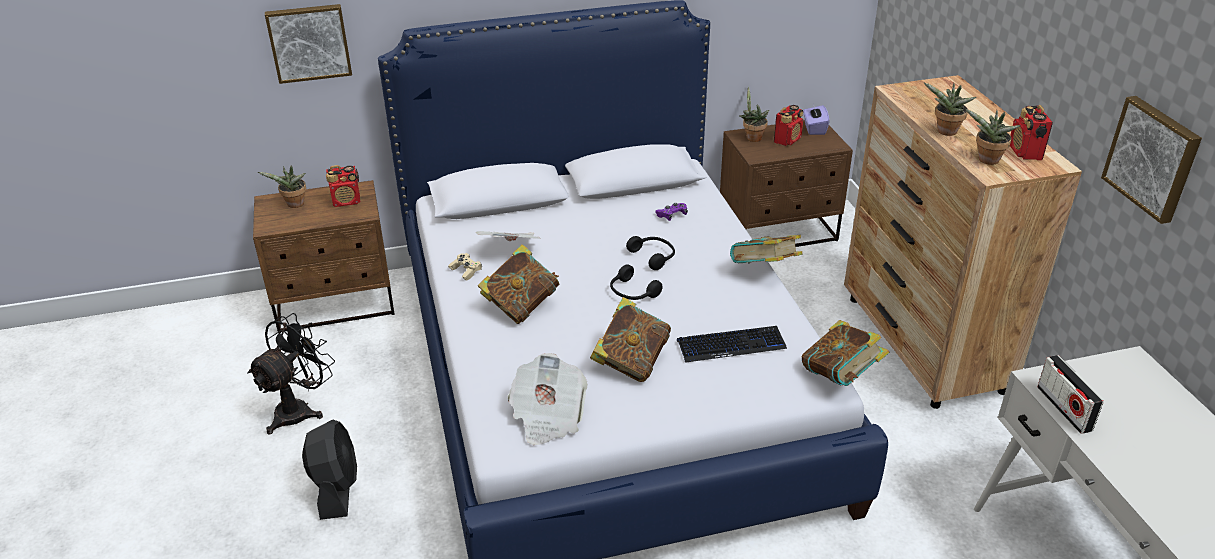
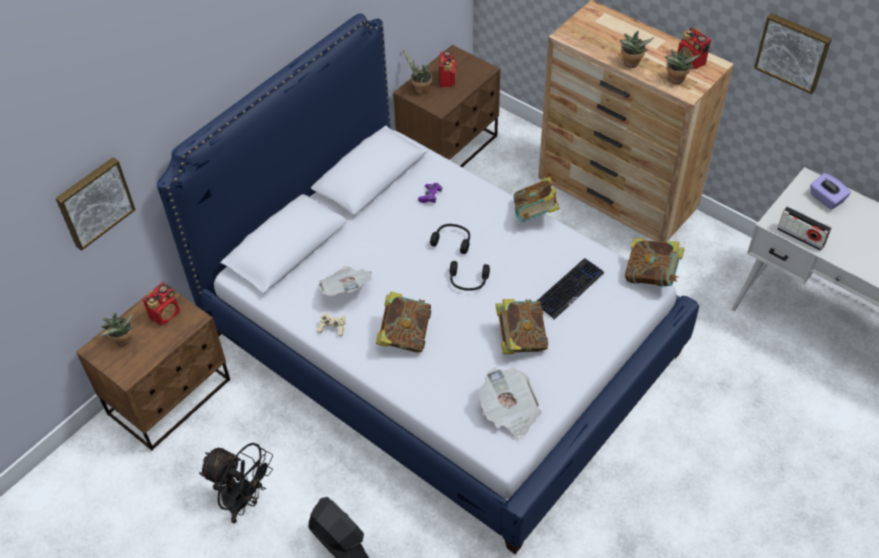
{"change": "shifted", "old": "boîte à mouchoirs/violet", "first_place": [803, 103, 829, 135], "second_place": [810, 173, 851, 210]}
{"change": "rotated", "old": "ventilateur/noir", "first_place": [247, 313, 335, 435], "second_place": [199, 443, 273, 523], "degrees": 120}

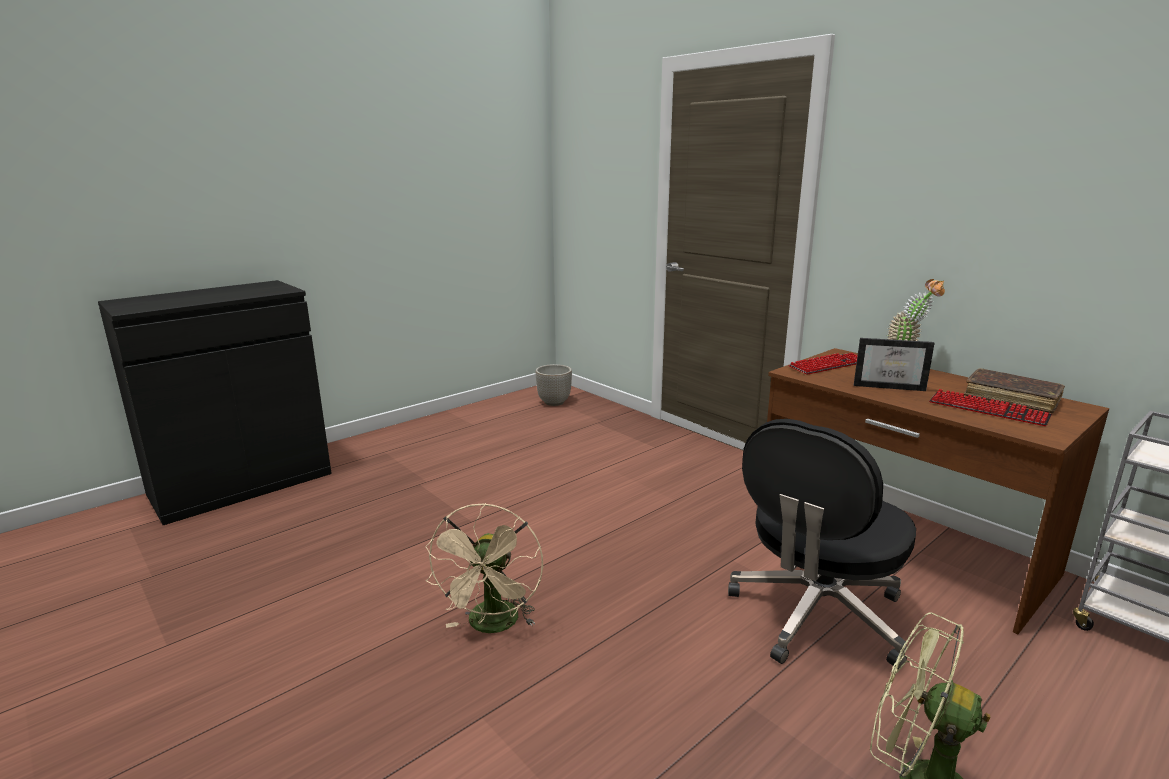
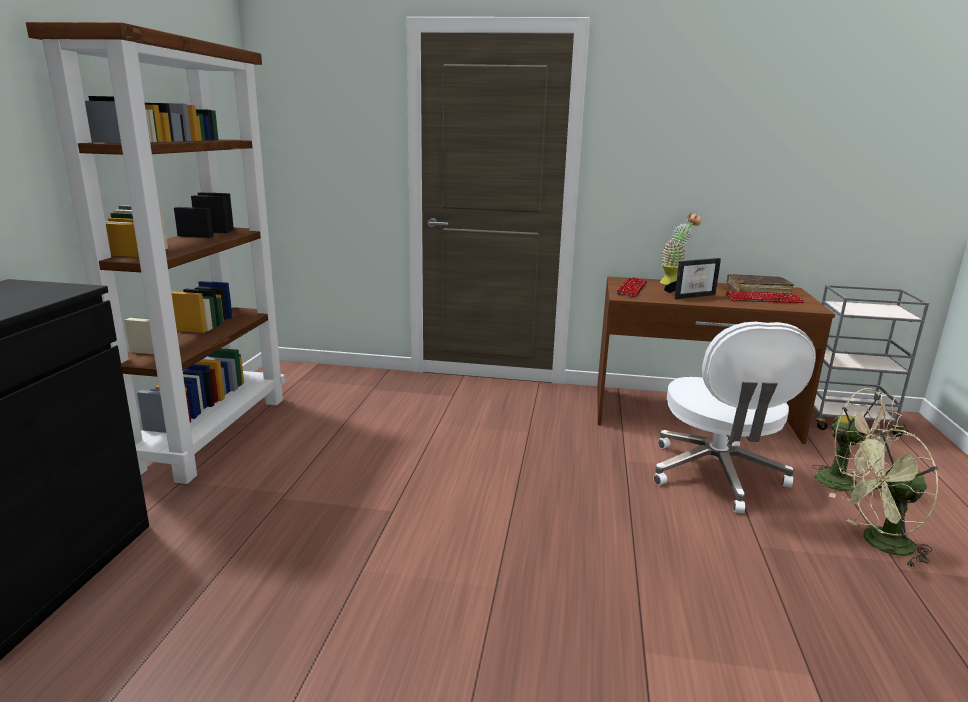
{"change": "gone", "old": "cache-pot", "first_place": [535, 364, 572, 406]}
{"change": "repainted", "old": "chaise de bureau/noir", "new": "chaise de bureau/blanc", "first_place": [728, 419, 916, 669], "second_place": [653, 322, 816, 513]}
{"change": "shifted", "old": "ventilateur/beige", "first_place": [425, 503, 543, 633], "second_place": [812, 388, 902, 498]}
{"change": "new", "new": "bibliothèque/marron", "second_place": [26, 22, 285, 484]}

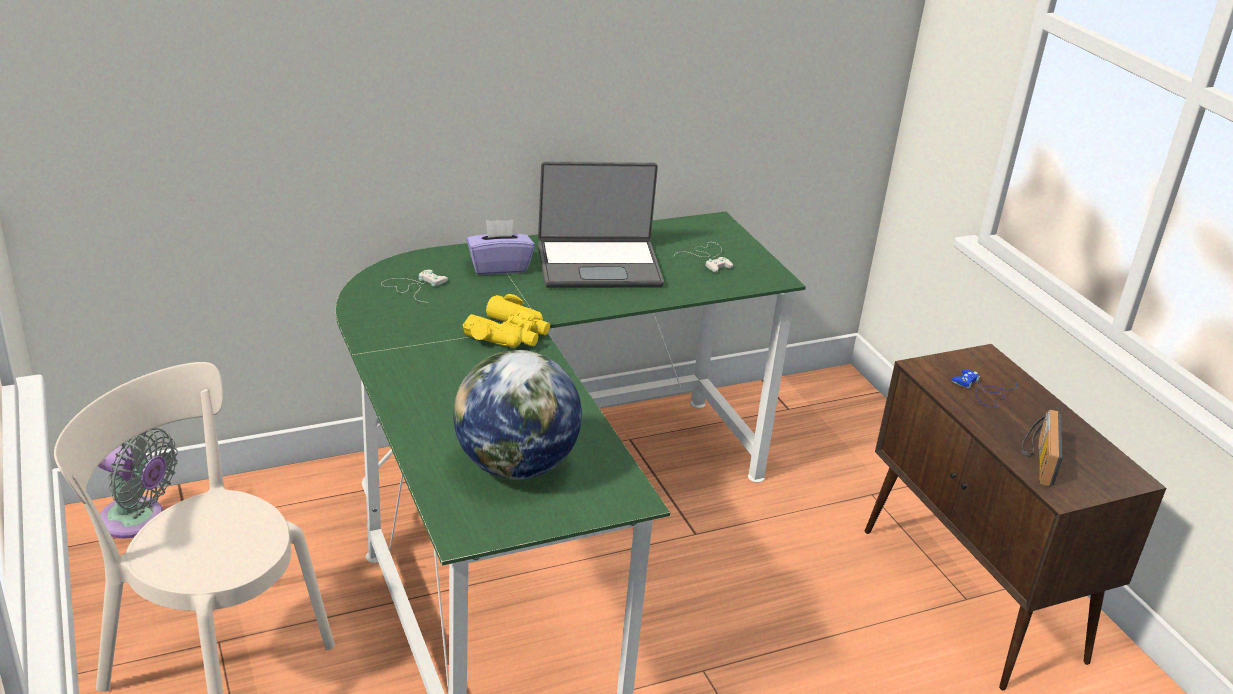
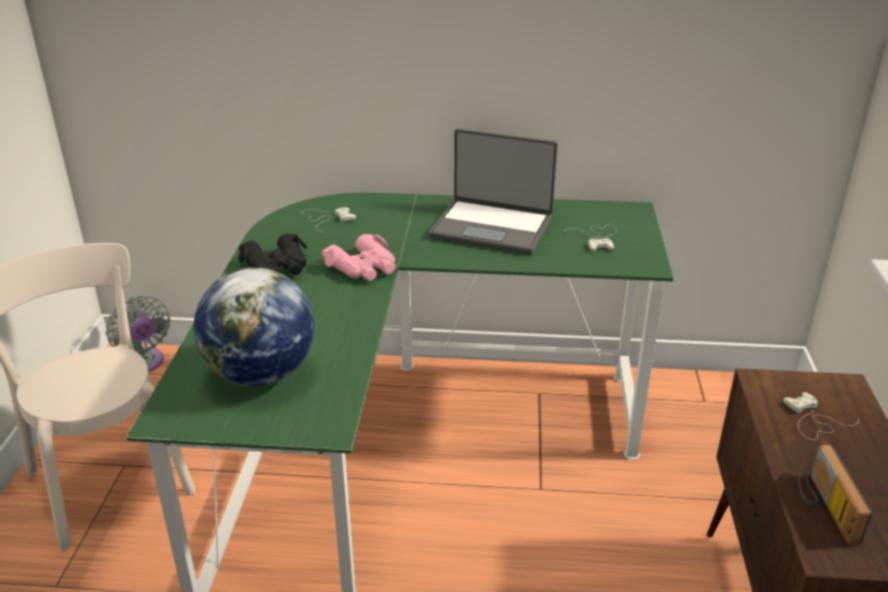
{"change": "gone", "old": "boîte à mouchoirs/violet", "first_place": [466, 220, 535, 275]}
{"change": "repainted", "old": "jumelles/jaune", "new": "jumelles/rose", "first_place": [463, 294, 550, 348], "second_place": [322, 234, 395, 281]}
{"change": "repainted", "old": "manette/bleu", "new": "manette/blanc", "first_place": [952, 369, 1017, 408], "second_place": [783, 392, 859, 440]}
{"change": "rotated", "old": "radio", "first_place": [1021, 410, 1062, 487], "second_place": [799, 445, 873, 545], "degrees": -45}
{"change": "new", "new": "jumelles/noir", "second_place": [238, 233, 307, 275]}

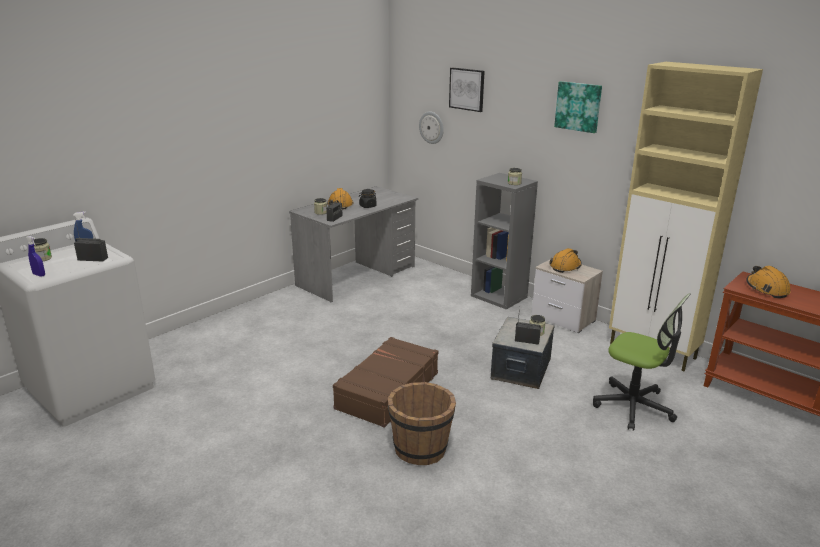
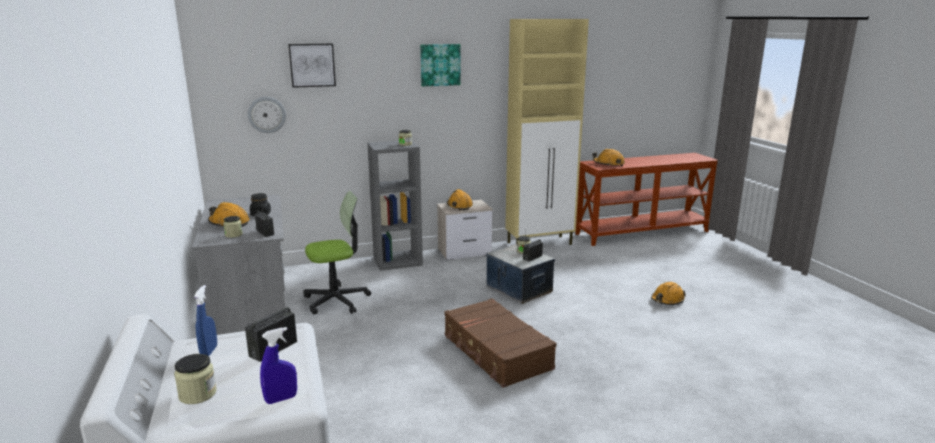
{"change": "shifted", "old": "chaise de bureau", "first_place": [593, 293, 691, 431], "second_place": [303, 191, 371, 315]}
{"change": "gone", "old": "seau/marron", "first_place": [388, 382, 456, 465]}
{"change": "new", "new": "casque de chantier/orange", "second_place": [651, 282, 686, 305]}

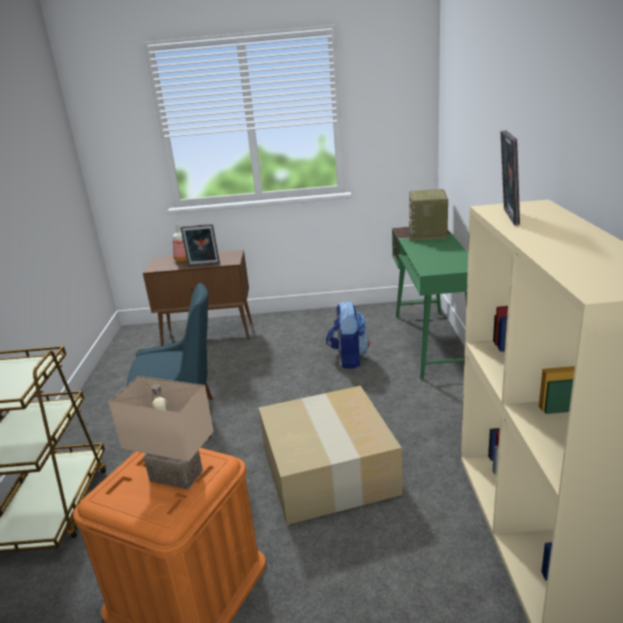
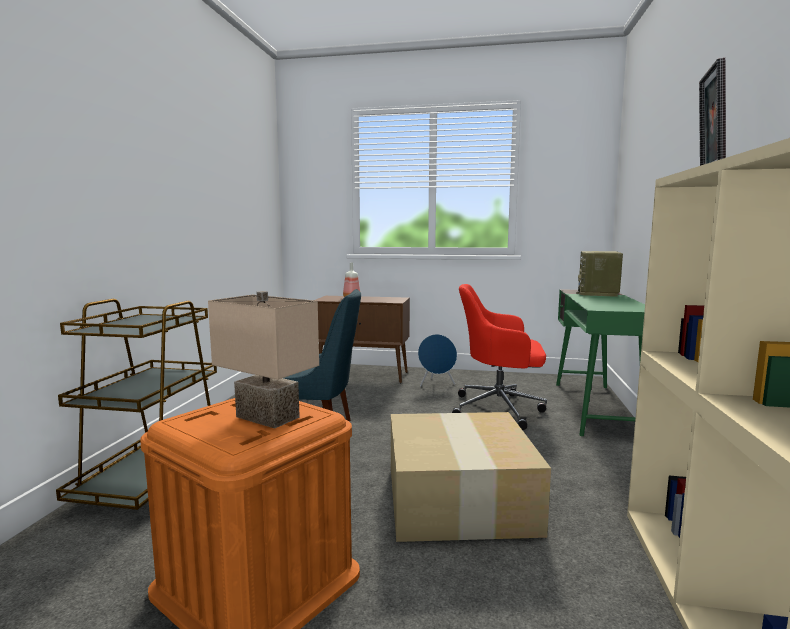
{"change": "gone", "old": "cadre photo", "first_place": [180, 224, 220, 266]}
{"change": "swapped", "old": "sac à dos", "new": "chaise de bureau/rouge", "first_place": [326, 301, 370, 369], "second_place": [452, 284, 547, 430]}
{"change": "new", "new": "enceinte/bleu", "second_place": [418, 334, 457, 387]}

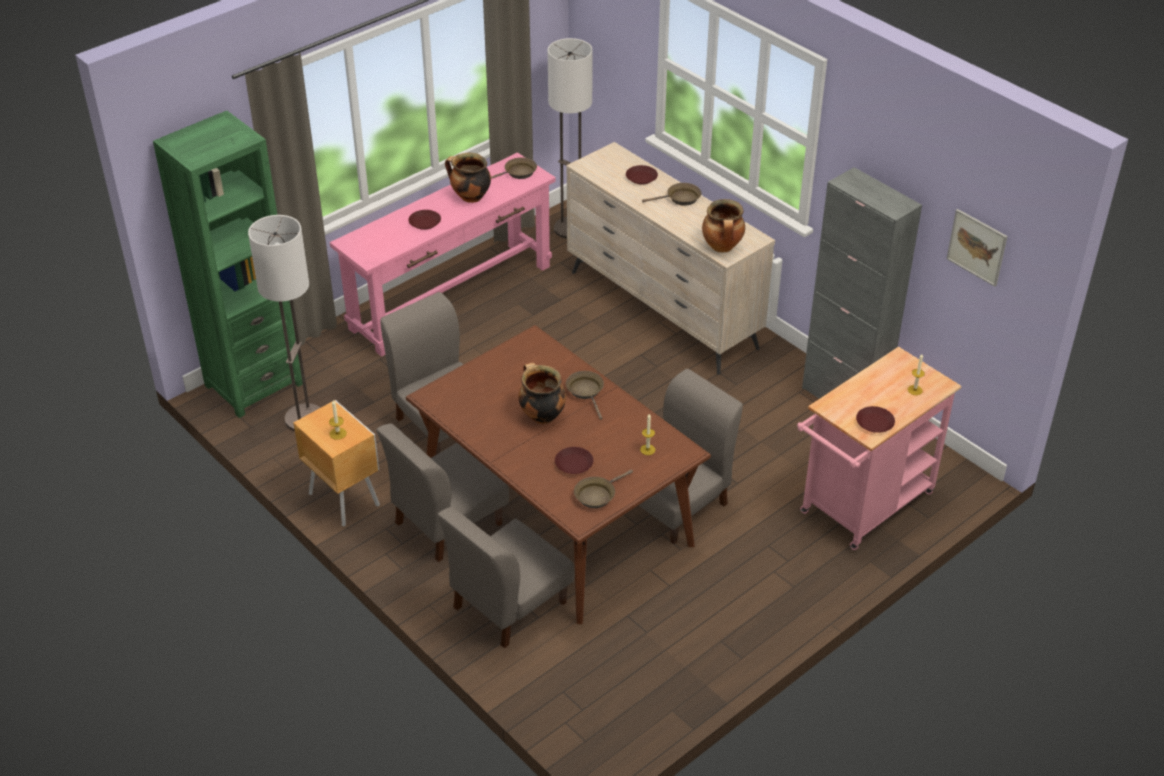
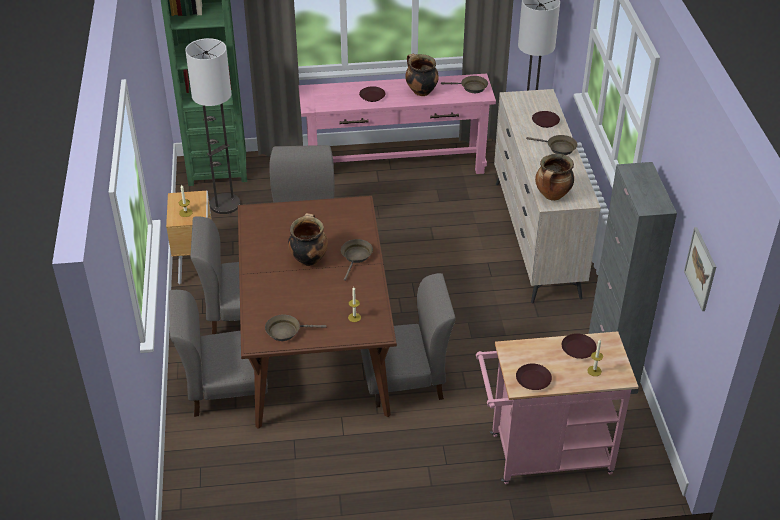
{"change": "shifted", "old": "assiette/marron", "first_place": [555, 447, 594, 474], "second_place": [562, 333, 597, 359]}

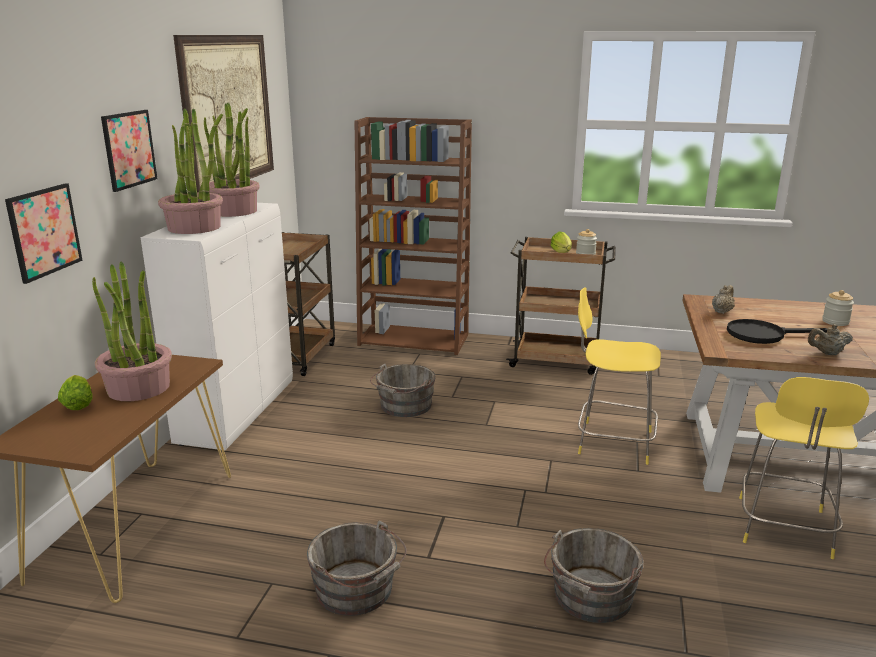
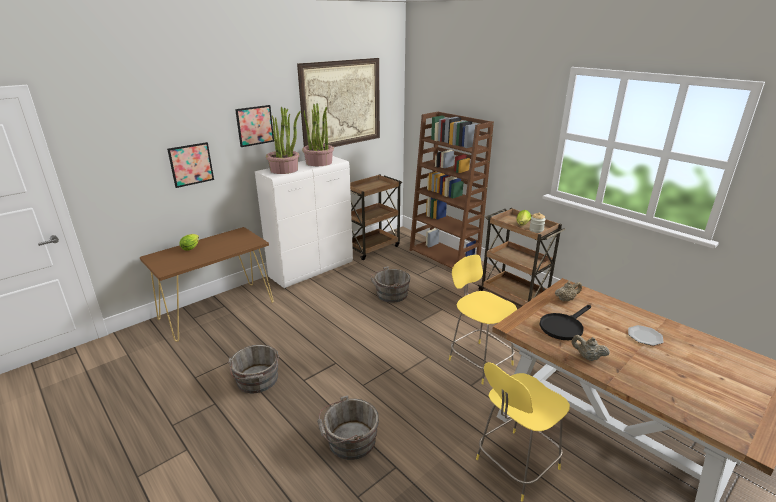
{"change": "gone", "old": "plante en pot", "first_place": [92, 262, 172, 401]}
{"change": "swapped", "old": "bocal", "new": "assiette", "first_place": [822, 290, 854, 326], "second_place": [628, 325, 663, 346]}
{"change": "rotated", "old": "poêle/noir", "first_place": [727, 319, 828, 344], "second_place": [539, 305, 591, 340], "degrees": -75}

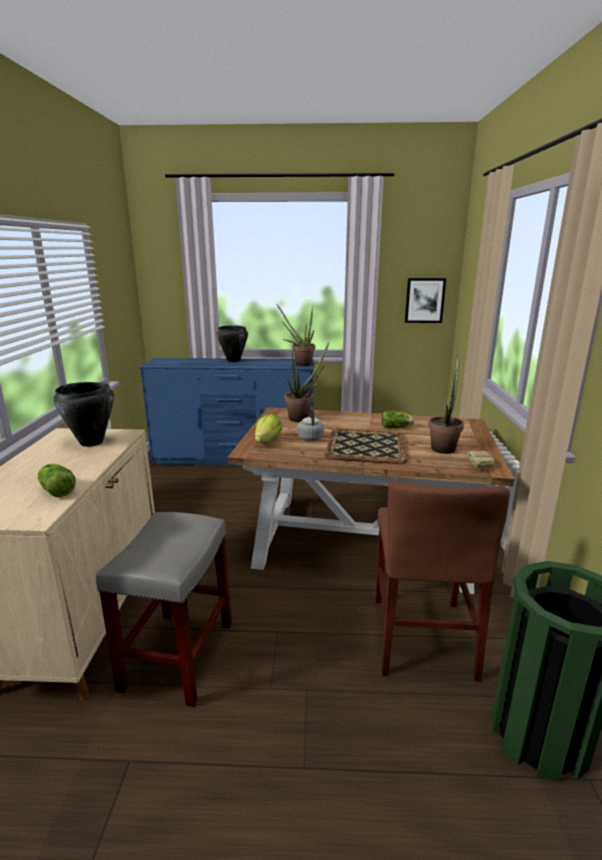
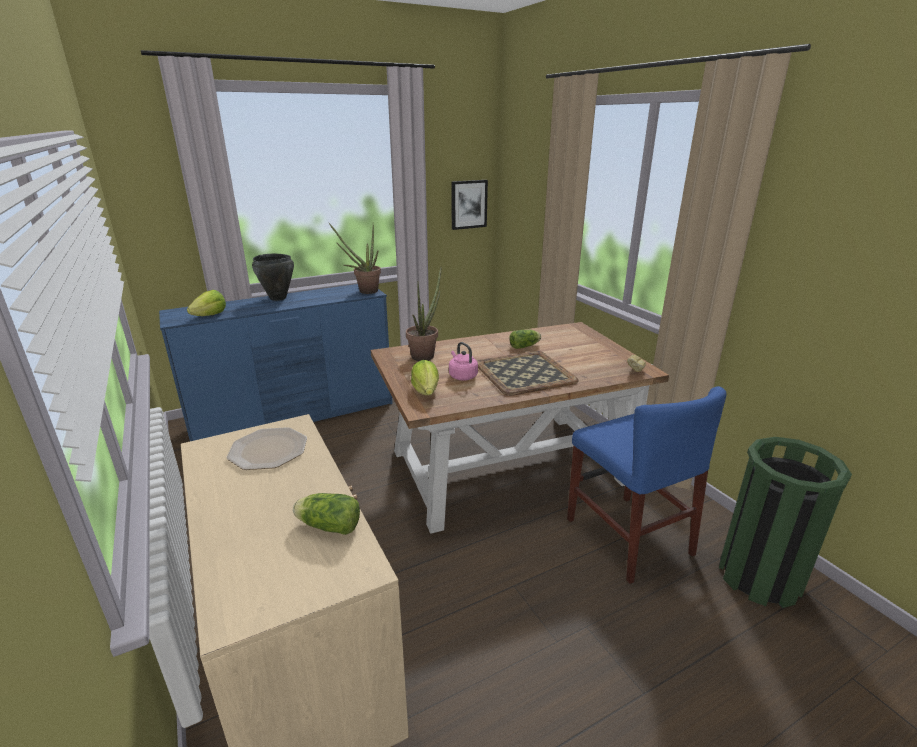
{"change": "gone", "old": "plante en pot", "first_place": [428, 355, 464, 454]}
{"change": "swapped", "old": "marmite/noir", "new": "assiette", "first_place": [54, 382, 114, 447], "second_place": [227, 427, 307, 470]}
{"change": "repainted", "old": "bouilloire/gris", "new": "bouilloire/rose", "first_place": [297, 406, 324, 441], "second_place": [449, 342, 478, 381]}
{"change": "repainted", "old": "chaise/marron", "new": "chaise/bleu", "first_place": [376, 481, 510, 682], "second_place": [567, 386, 727, 584]}
{"change": "gone", "old": "tabouret/gris", "first_place": [96, 512, 232, 707]}
{"change": "new", "new": "laitue", "second_place": [187, 290, 226, 316]}

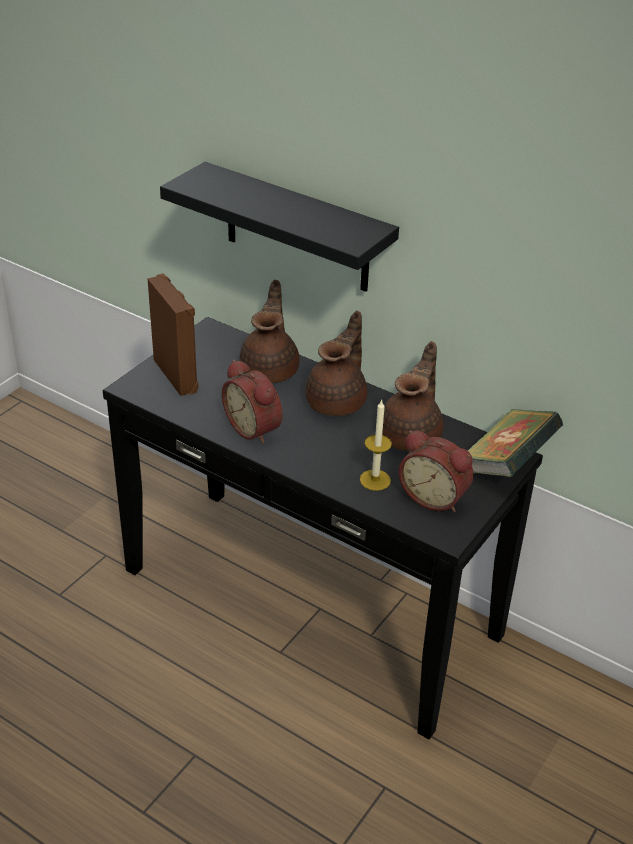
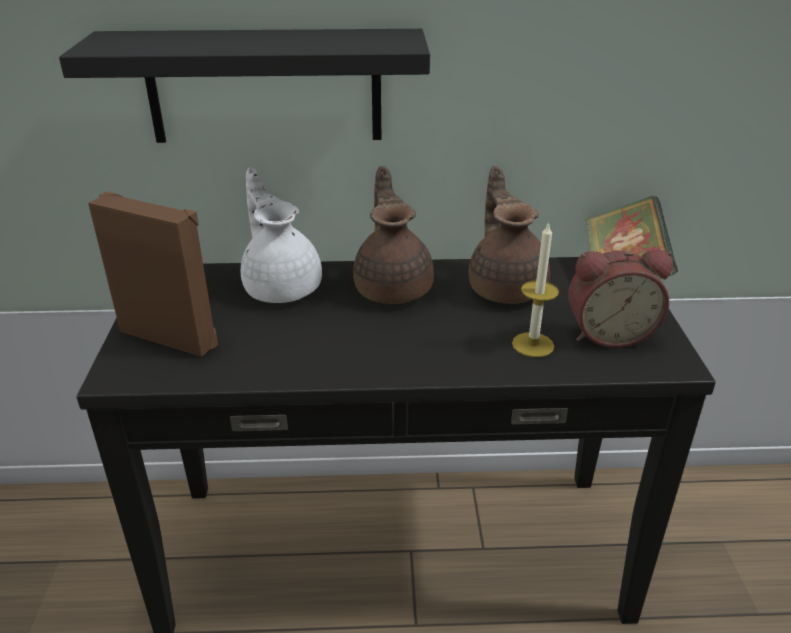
{"change": "repainted", "old": "théière/marron", "new": "théière/blanc", "first_place": [240, 280, 299, 383], "second_place": [241, 168, 322, 303]}
{"change": "gone", "old": "réveil", "first_place": [222, 359, 283, 444]}

